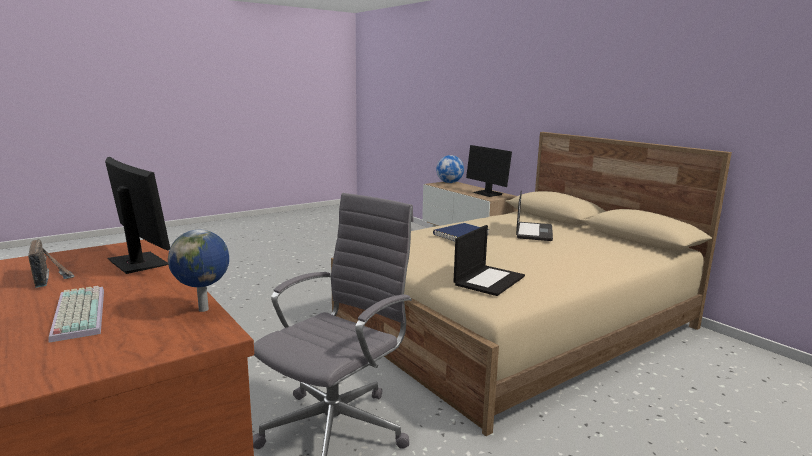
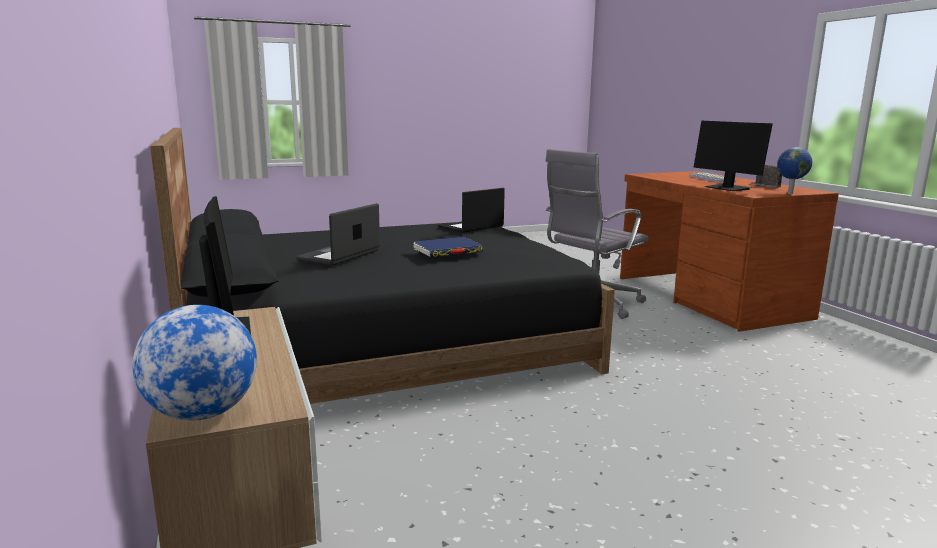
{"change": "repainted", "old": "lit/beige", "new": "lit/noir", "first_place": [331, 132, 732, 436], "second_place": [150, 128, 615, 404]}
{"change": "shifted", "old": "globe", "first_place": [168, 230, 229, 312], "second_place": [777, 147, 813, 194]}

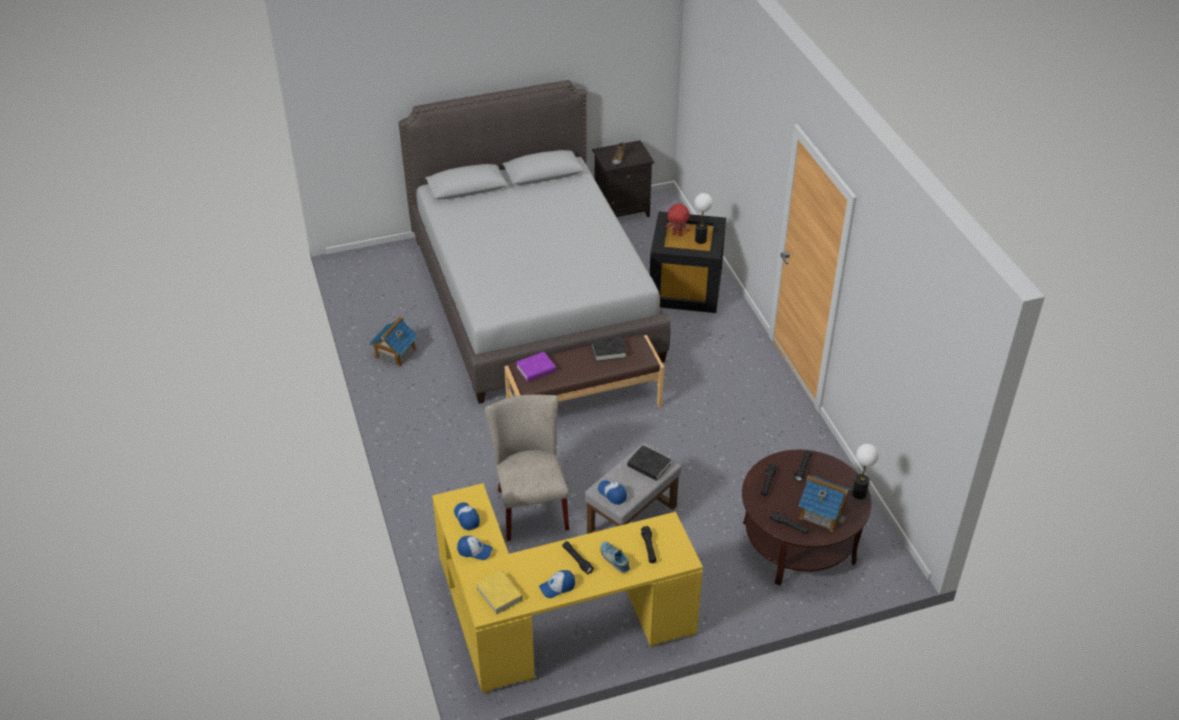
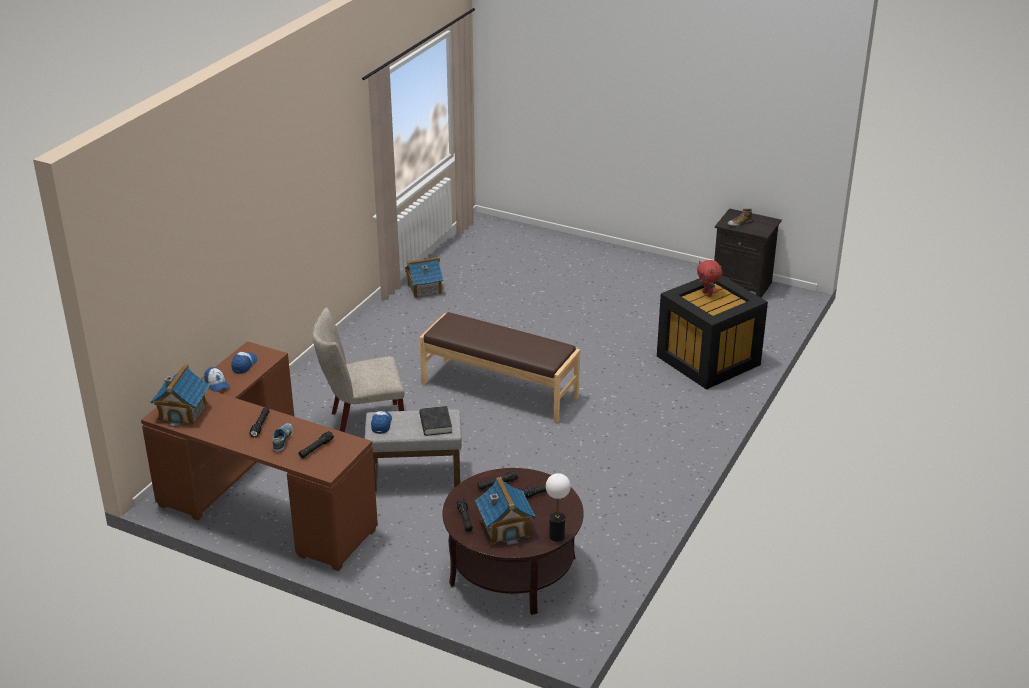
{"change": "gone", "old": "lit/gris", "first_place": [399, 80, 671, 404]}
{"change": "gone", "old": "lampe de table", "first_place": [694, 193, 713, 244]}
{"change": "gone", "old": "livre/noir", "first_place": [592, 337, 627, 362]}
{"change": "gone", "old": "livre/violet", "first_place": [516, 352, 556, 382]}
{"change": "rotated", "old": "chaise/beige", "first_place": [485, 395, 569, 541], "second_place": [312, 307, 405, 432], "degrees": -135}
{"change": "repainted", "old": "bureau/jaune", "new": "bureau/marron", "first_place": [432, 483, 703, 694], "second_place": [141, 341, 378, 571]}
{"change": "swapped", "old": "livre/jaune", "new": "maison miniature", "first_place": [476, 570, 523, 615], "second_place": [151, 364, 210, 427]}
{"change": "gone", "old": "casquette", "first_place": [539, 570, 575, 598]}

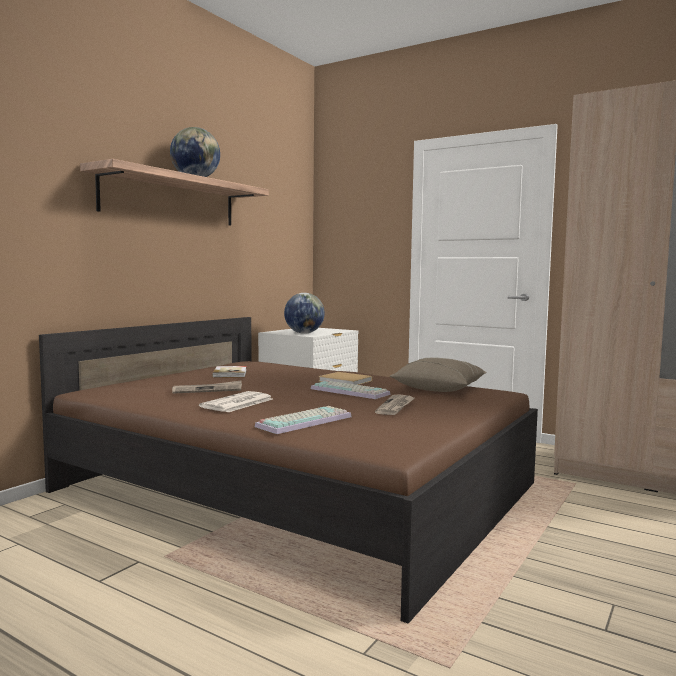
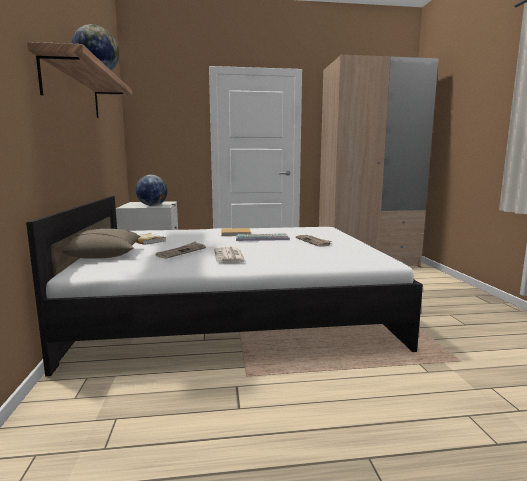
{"change": "repainted", "old": "lit/marron", "new": "lit/blanc", "first_place": [39, 317, 538, 624], "second_place": [26, 196, 423, 376]}
{"change": "shifted", "old": "coussin/beige", "first_place": [390, 358, 487, 392], "second_place": [62, 229, 141, 259]}
{"change": "gone", "old": "clavier", "first_place": [255, 406, 351, 434]}

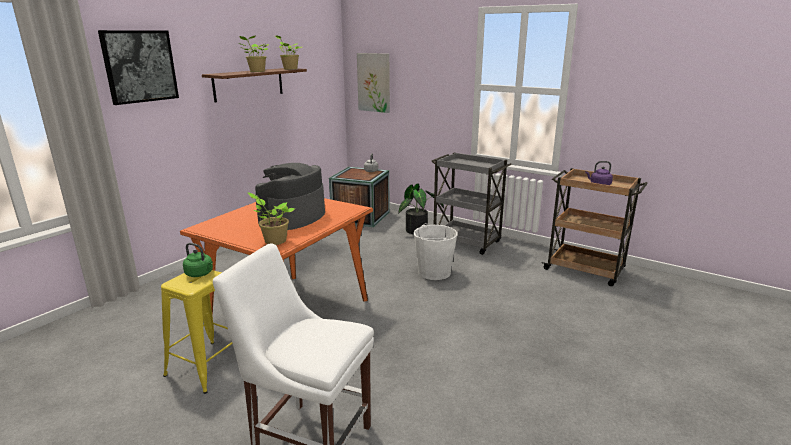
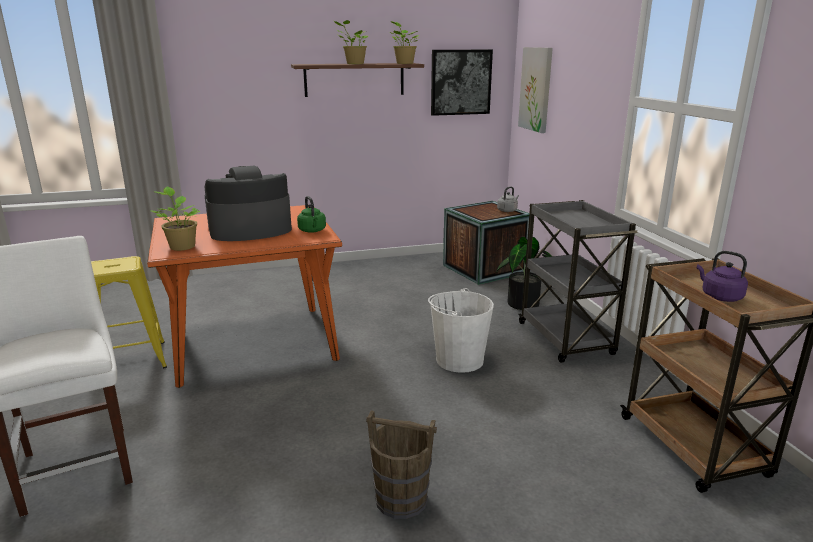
{"change": "shifted", "old": "tableau", "first_place": [98, 30, 179, 105], "second_place": [431, 50, 493, 116]}
{"change": "shifted", "old": "bouilloire/vert", "first_place": [183, 243, 213, 277], "second_place": [297, 196, 326, 233]}
{"change": "new", "new": "seau/marron", "second_place": [366, 410, 437, 519]}

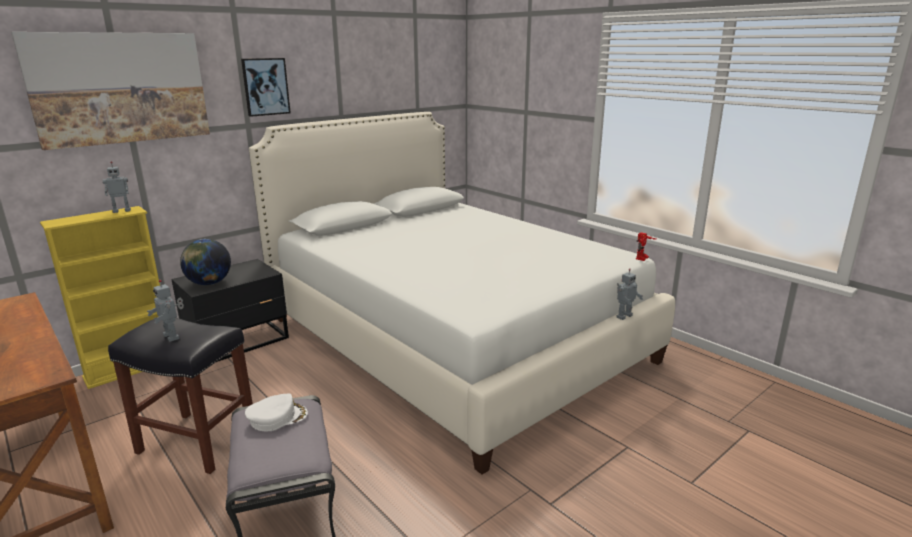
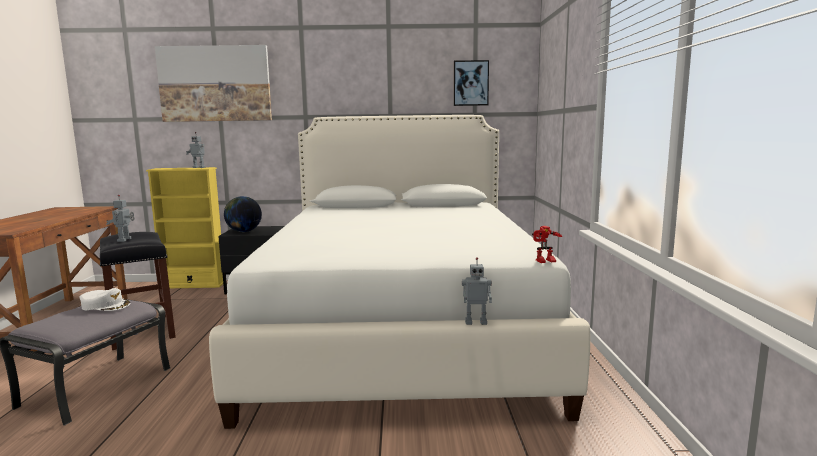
{"change": "shifted", "old": "tableau", "first_place": [241, 58, 291, 117], "second_place": [454, 60, 489, 106]}

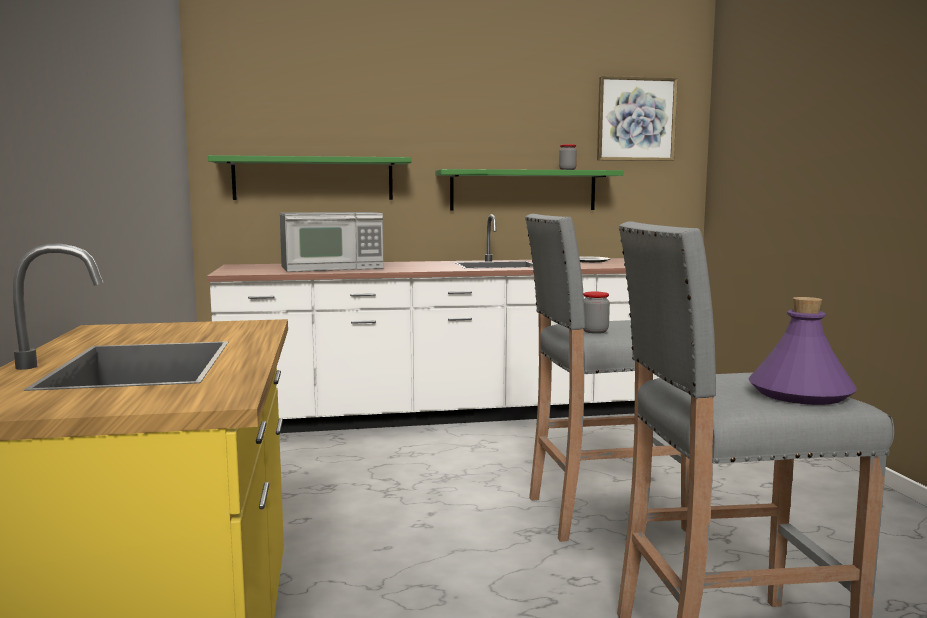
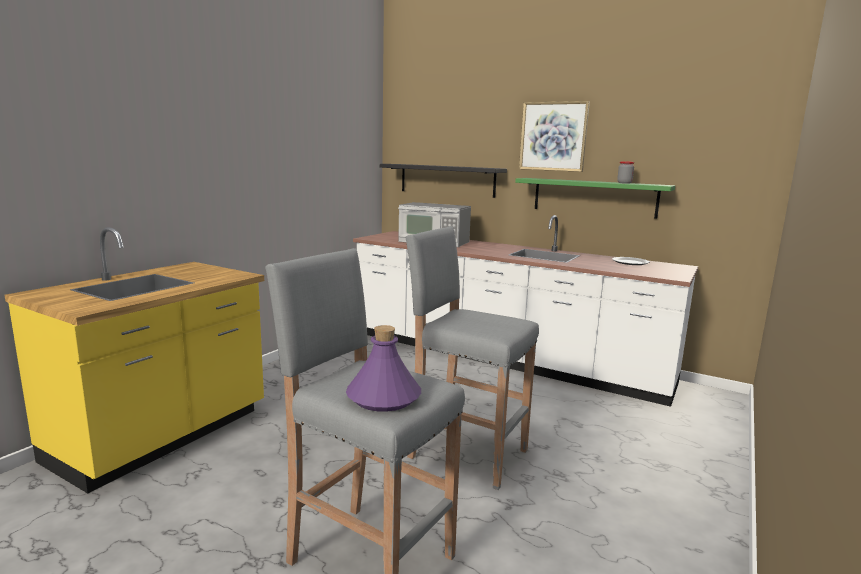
{"change": "shifted", "old": "tableau", "first_place": [597, 76, 678, 161], "second_place": [519, 101, 590, 172]}
{"change": "repainted", "old": "étagère/vert", "new": "étagère/noir", "first_place": [208, 155, 411, 200], "second_place": [380, 164, 507, 198]}
{"change": "gone", "old": "bocal", "first_place": [583, 292, 610, 334]}

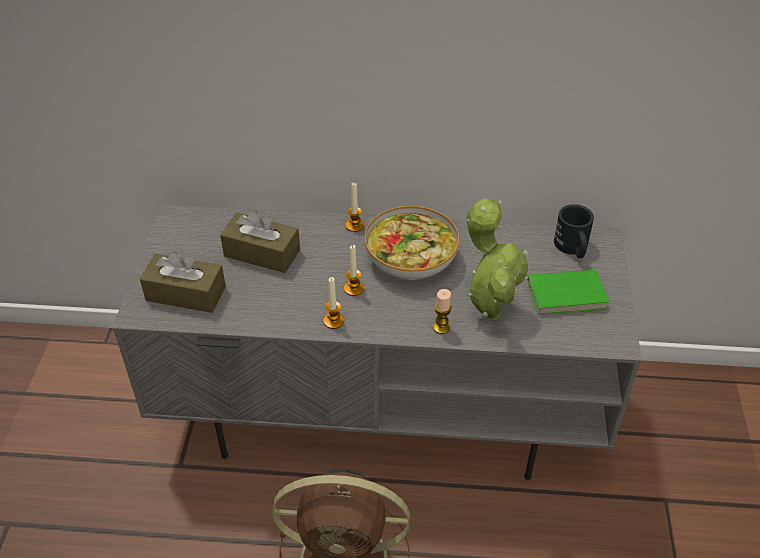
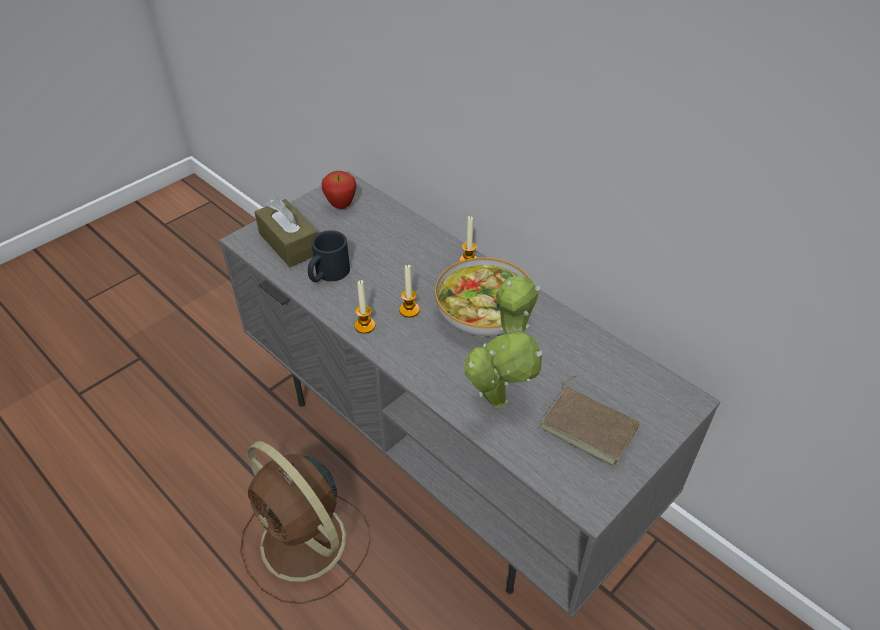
{"change": "shifted", "old": "mug/noir", "first_place": [554, 204, 594, 258], "second_place": [308, 230, 350, 282]}
{"change": "gone", "old": "boîte à mouchoirs/marron", "first_place": [220, 211, 300, 273]}
{"change": "repainted", "old": "livre/vert", "new": "livre/marron", "first_place": [527, 270, 609, 314], "second_place": [539, 376, 640, 467]}
{"change": "gone", "old": "bougie", "first_place": [433, 289, 452, 334]}
{"change": "new", "new": "pomme", "second_place": [322, 171, 357, 209]}

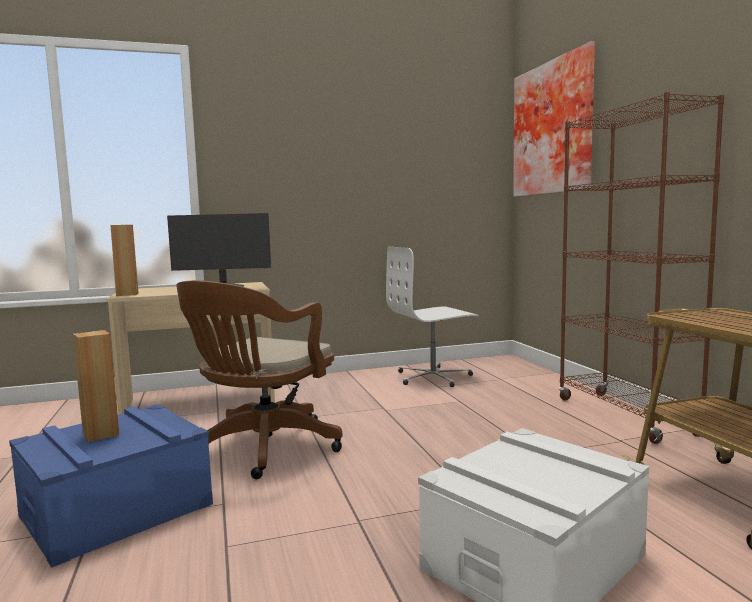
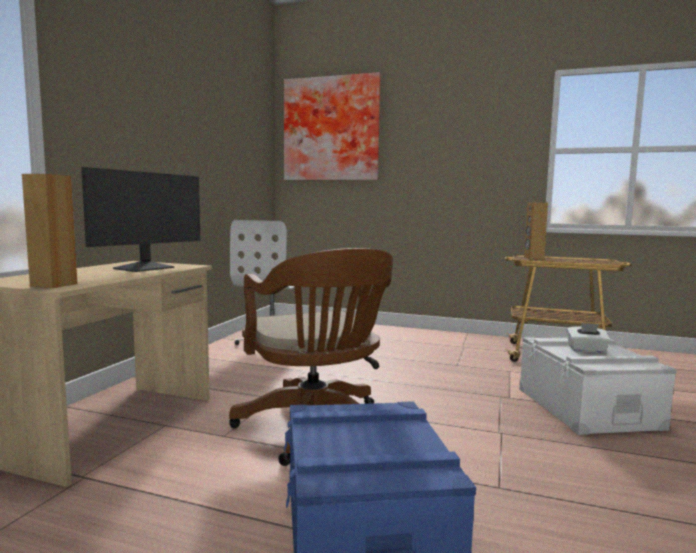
{"change": "gone", "old": "bibliothèque/marron", "first_place": [558, 92, 724, 444]}
{"change": "shifted", "old": "enceinte/marron", "first_place": [73, 330, 119, 442], "second_place": [524, 202, 548, 260]}
{"change": "new", "new": "boîte à mouchoirs/blanc", "second_place": [566, 323, 611, 353]}

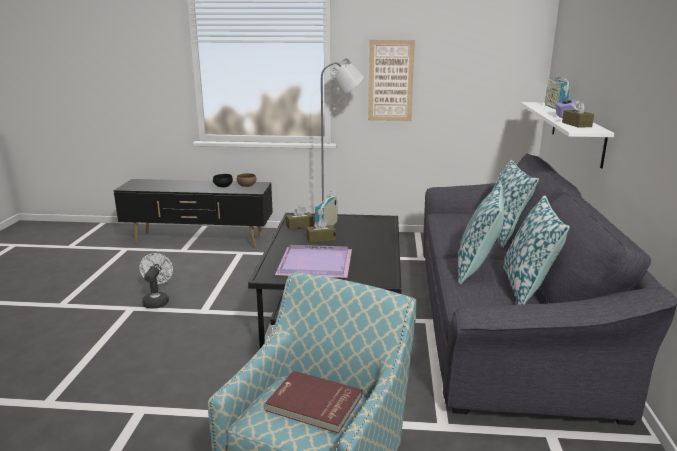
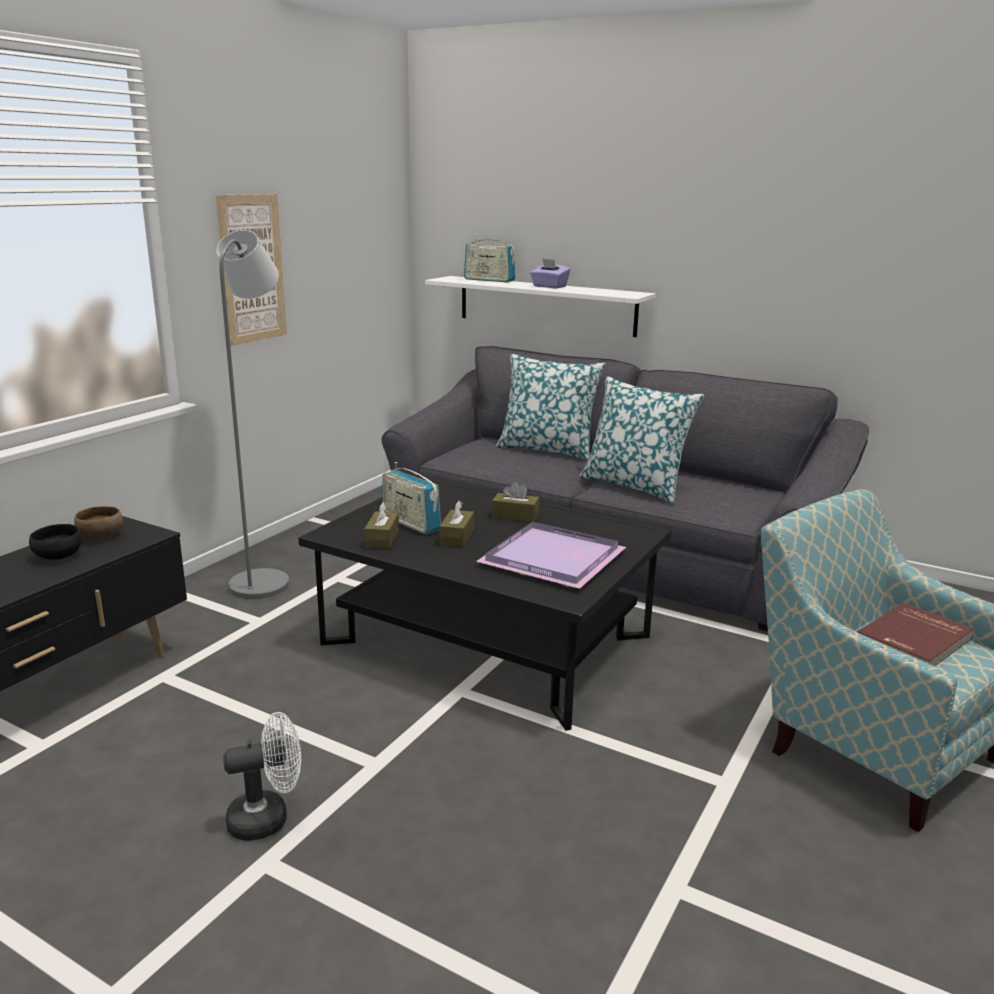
{"change": "shifted", "old": "boîte à mouchoirs/marron", "first_place": [562, 100, 594, 128], "second_place": [492, 482, 539, 522]}
{"change": "gone", "old": "coussin", "first_place": [503, 195, 570, 305]}
{"change": "rotated", "old": "ventilateur/blanc", "first_place": [140, 253, 173, 308], "second_place": [223, 712, 301, 841], "degrees": 135}

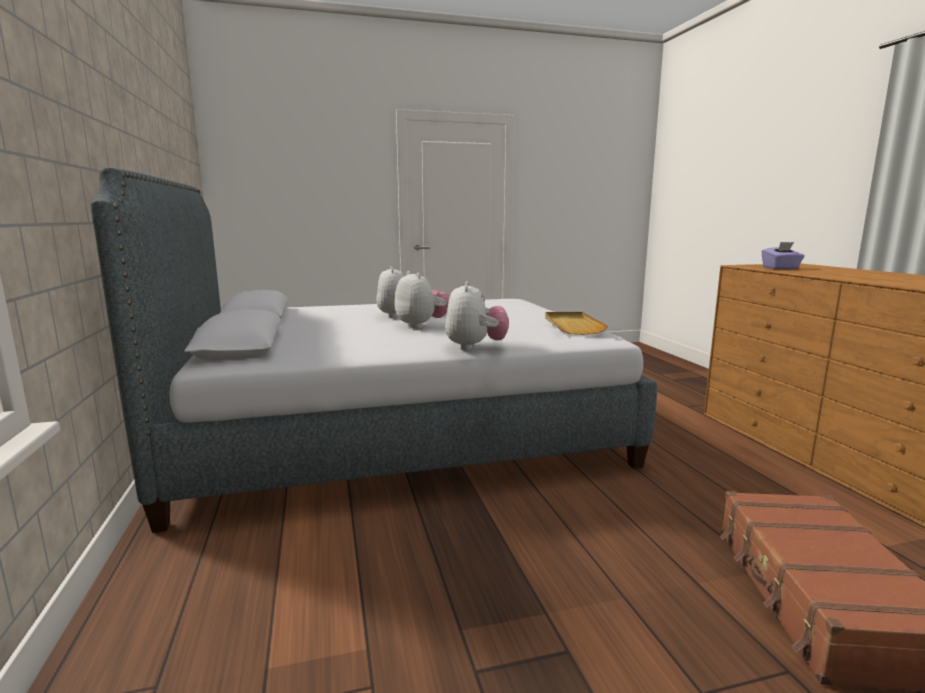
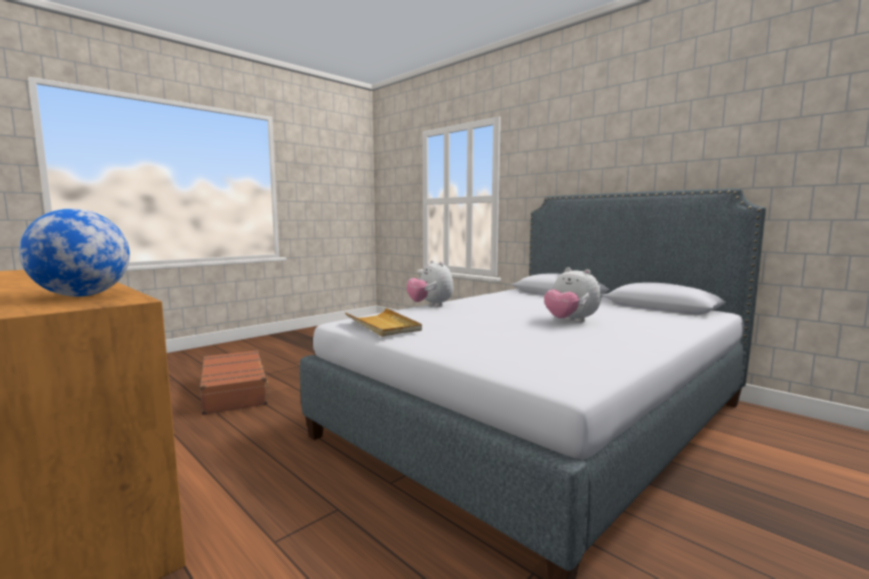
{"change": "swapped", "old": "boîte à mouchoirs/violet", "new": "globe", "first_place": [762, 242, 805, 269], "second_place": [19, 208, 130, 297]}
{"change": "gone", "old": "peluche", "first_place": [395, 271, 449, 328]}

